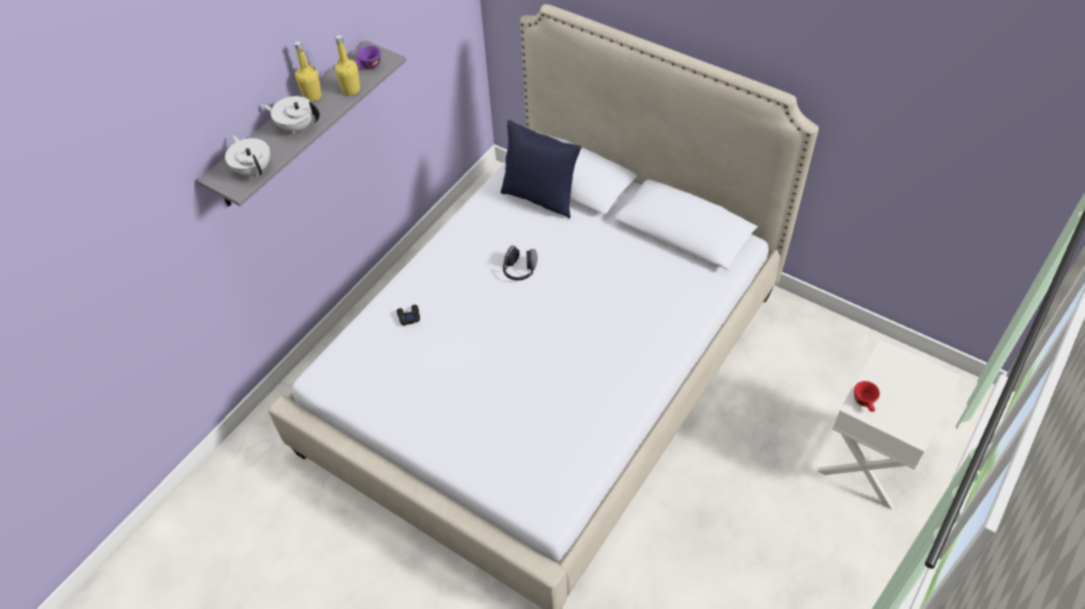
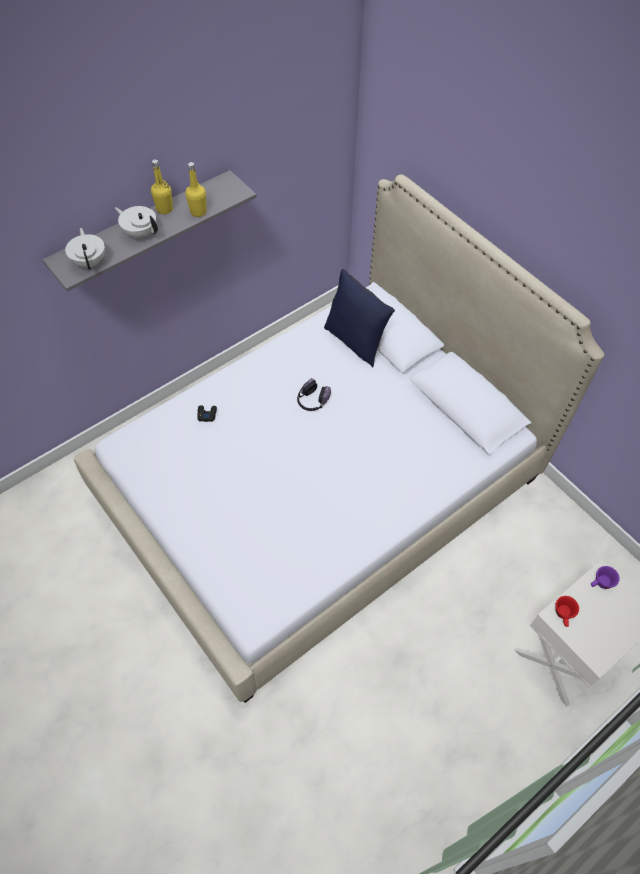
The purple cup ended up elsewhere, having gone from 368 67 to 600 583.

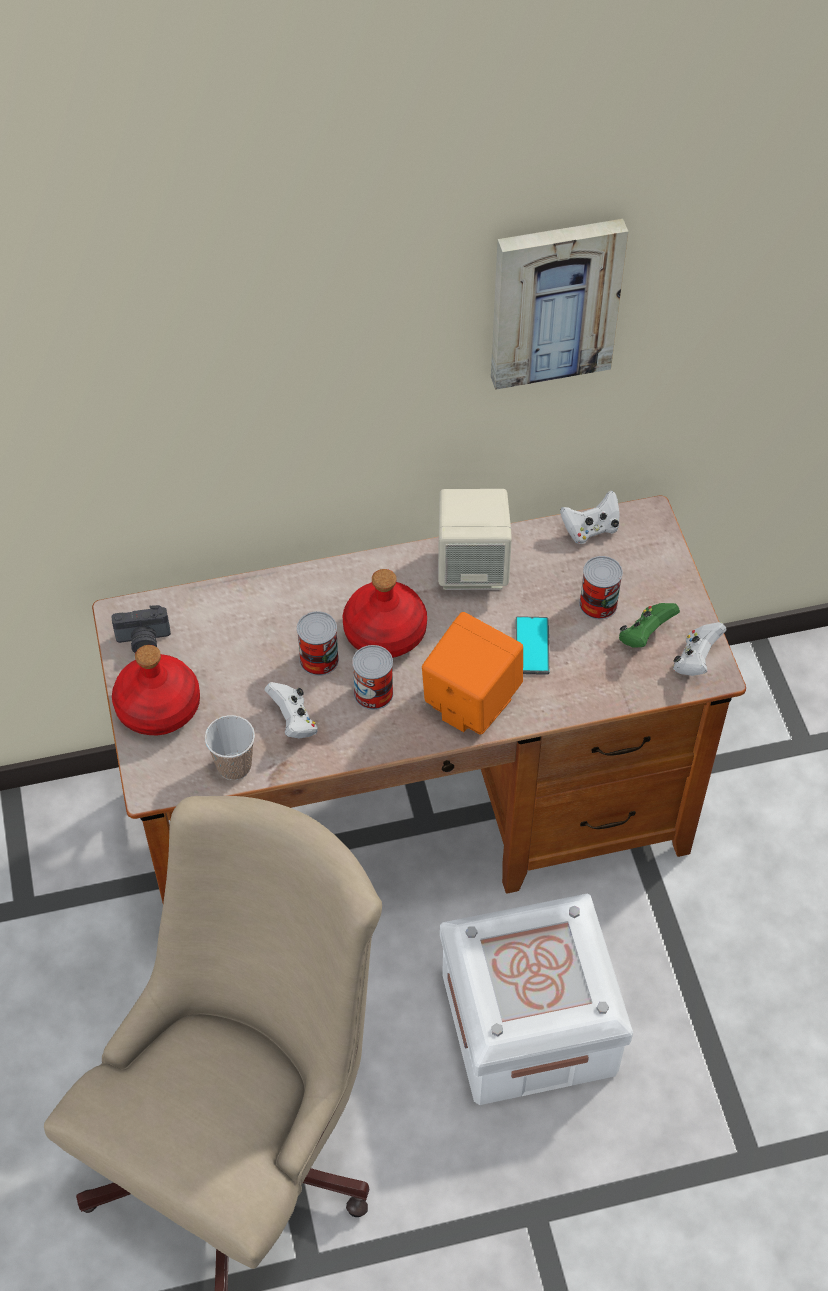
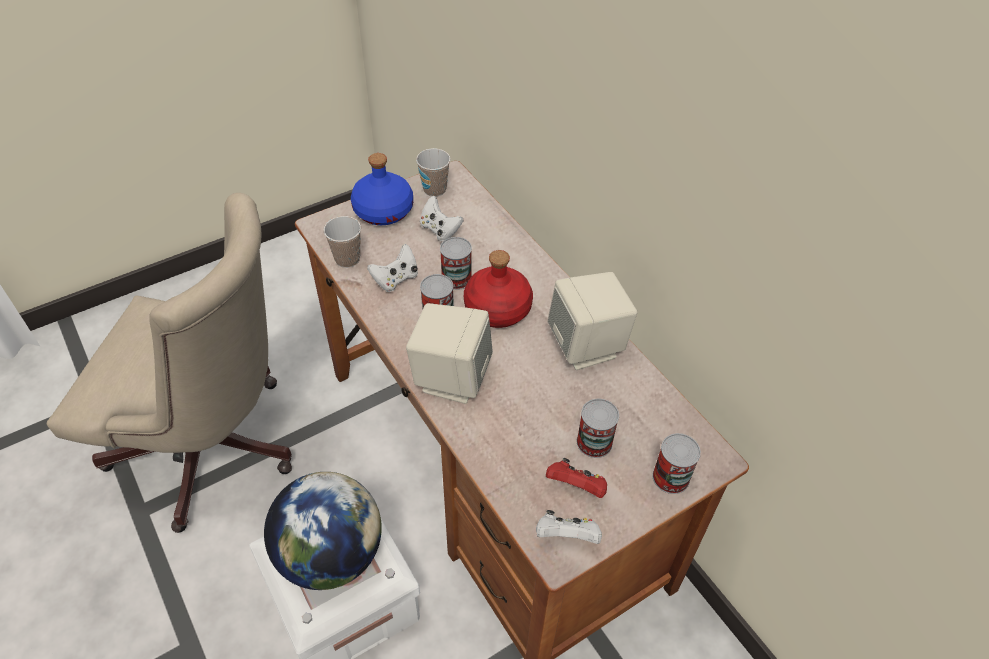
Where the photo camera stood at 143 641, the cup came to stand at 434 189. What was the red bottle at 159 706 turned into the blue bottle at 384 211. What was the orange speaker at 470 703 turned into the beige speaker at 451 377. The second view lost the picture at 554 300. The second view lost the phone at 532 646. The white game controller ended up elsewhere, having gone from 590 529 to 440 230. What was the green game controller at 645 635 turned into the red game controller at 576 487. The second view gained the globe at 331 554. The second view gained the can at 671 477.

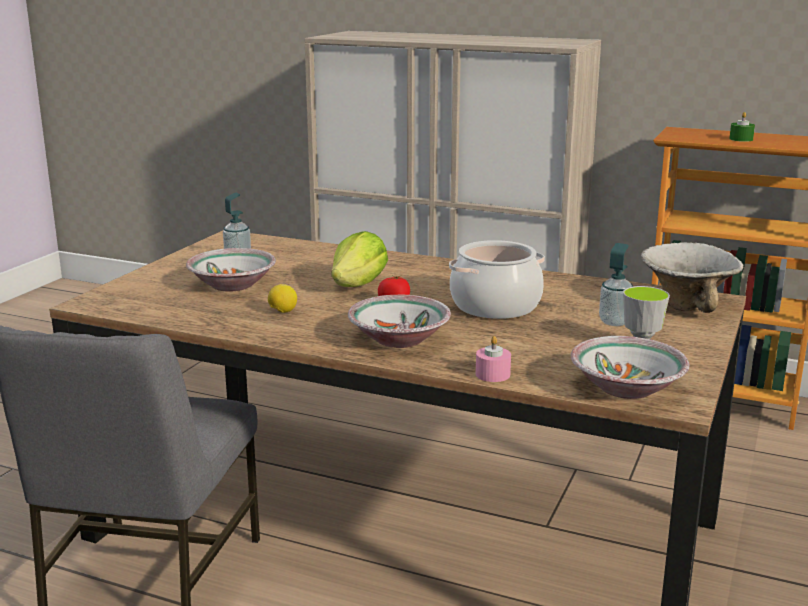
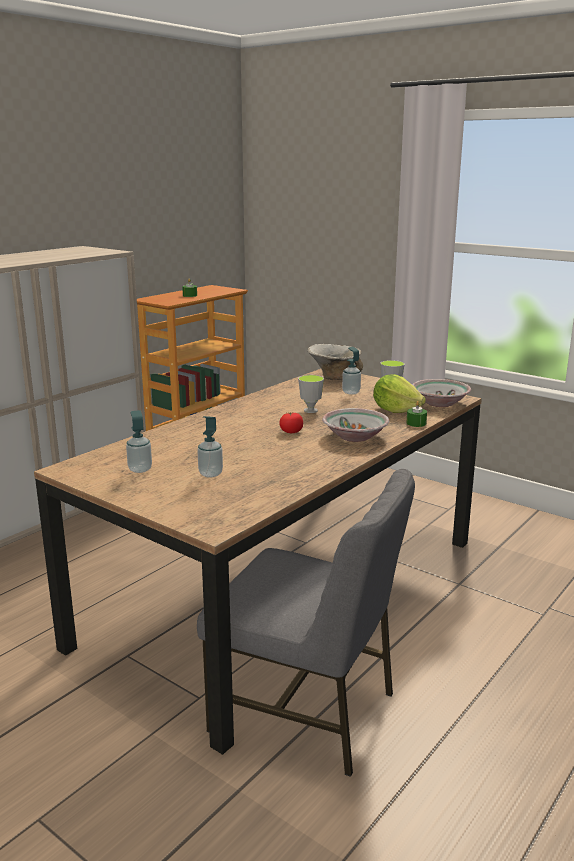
Where the bowl stood at 233 285, the soap dispenser came to stand at 210 474. The second view lost the lemon at 282 312. The lettuce ended up elsewhere, having gone from 359 285 to 396 410. Where the cooking pot stood at 495 306, the cup came to stand at 310 410. What was the pink candle at 492 374 turned into the green candle at 416 423.

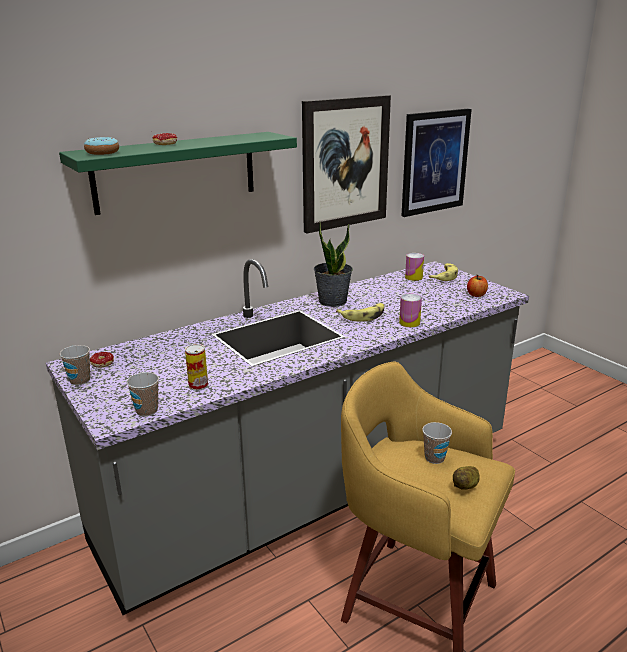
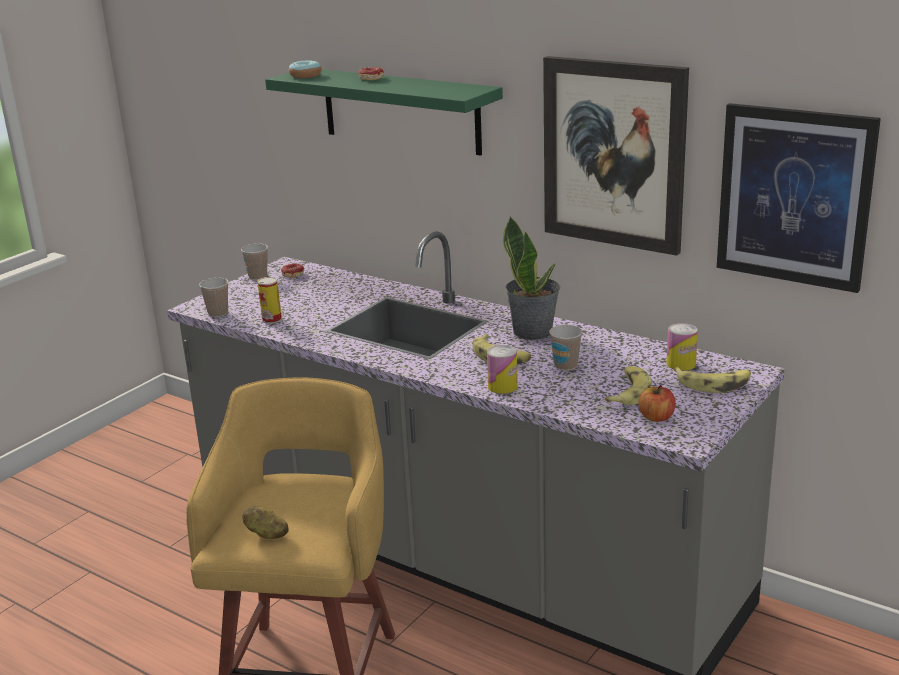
The cup ended up elsewhere, having gone from 434 458 to 565 366. The second view gained the banana at 629 392.

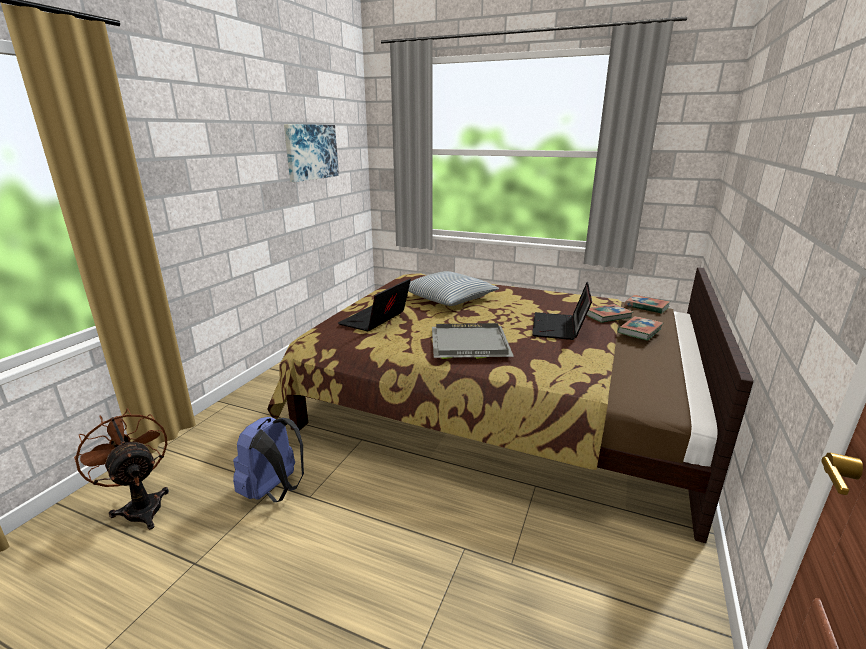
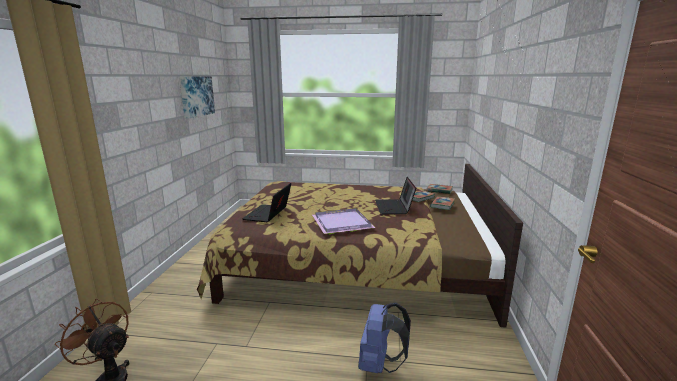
The blue backpack ended up elsewhere, having gone from 274 491 to 380 364. The second view lost the pillow at 448 298. What was the grey tray at 468 344 turned into the purple tray at 341 223.

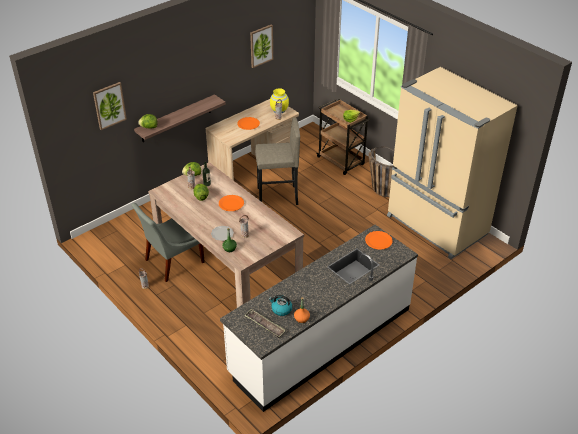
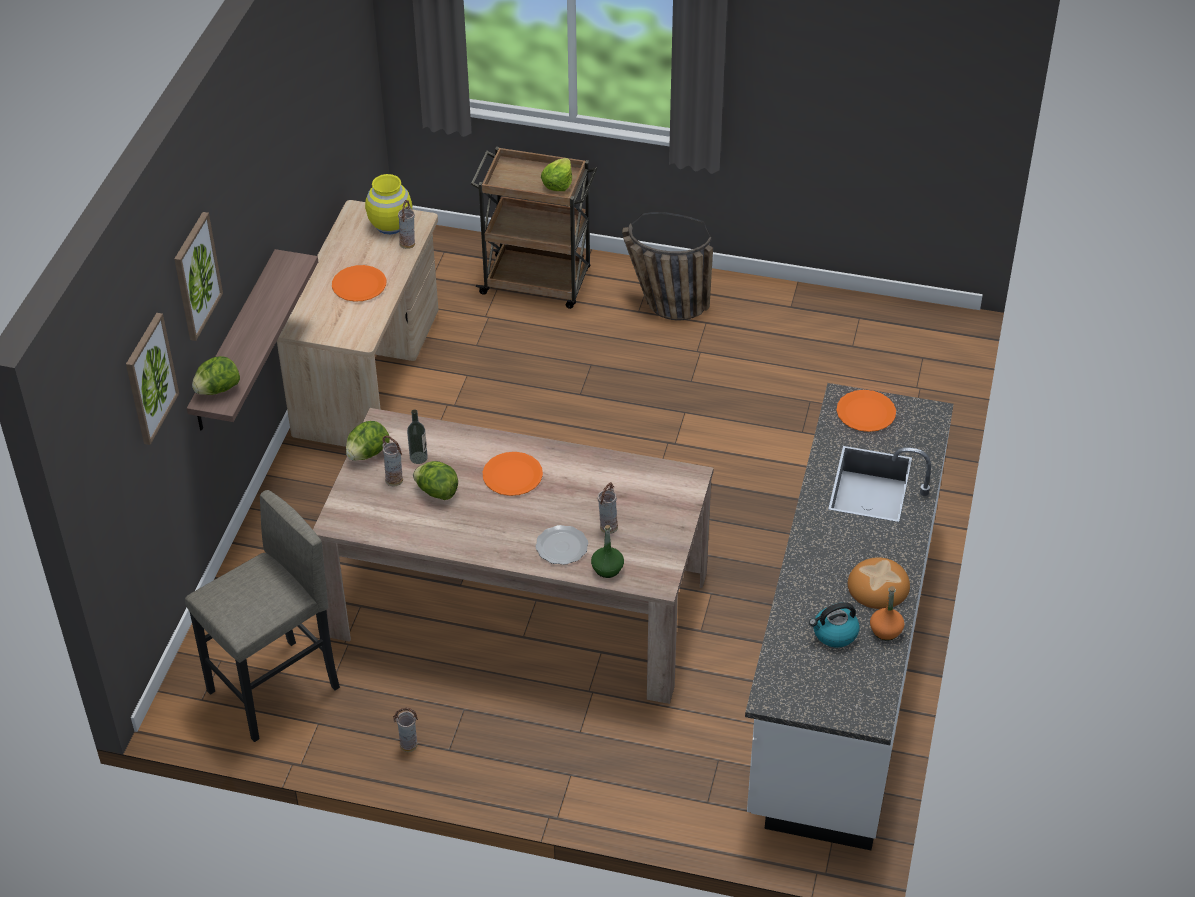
The second view lost the grey chair at 172 262. The second view lost the tray at 265 325. The picture ended up elsewhere, having gone from 261 45 to 196 276. The grey stool ended up elsewhere, having gone from 277 196 to 274 690. The second view lost the beige fridge at 436 226. The second view gained the bread at 878 586.

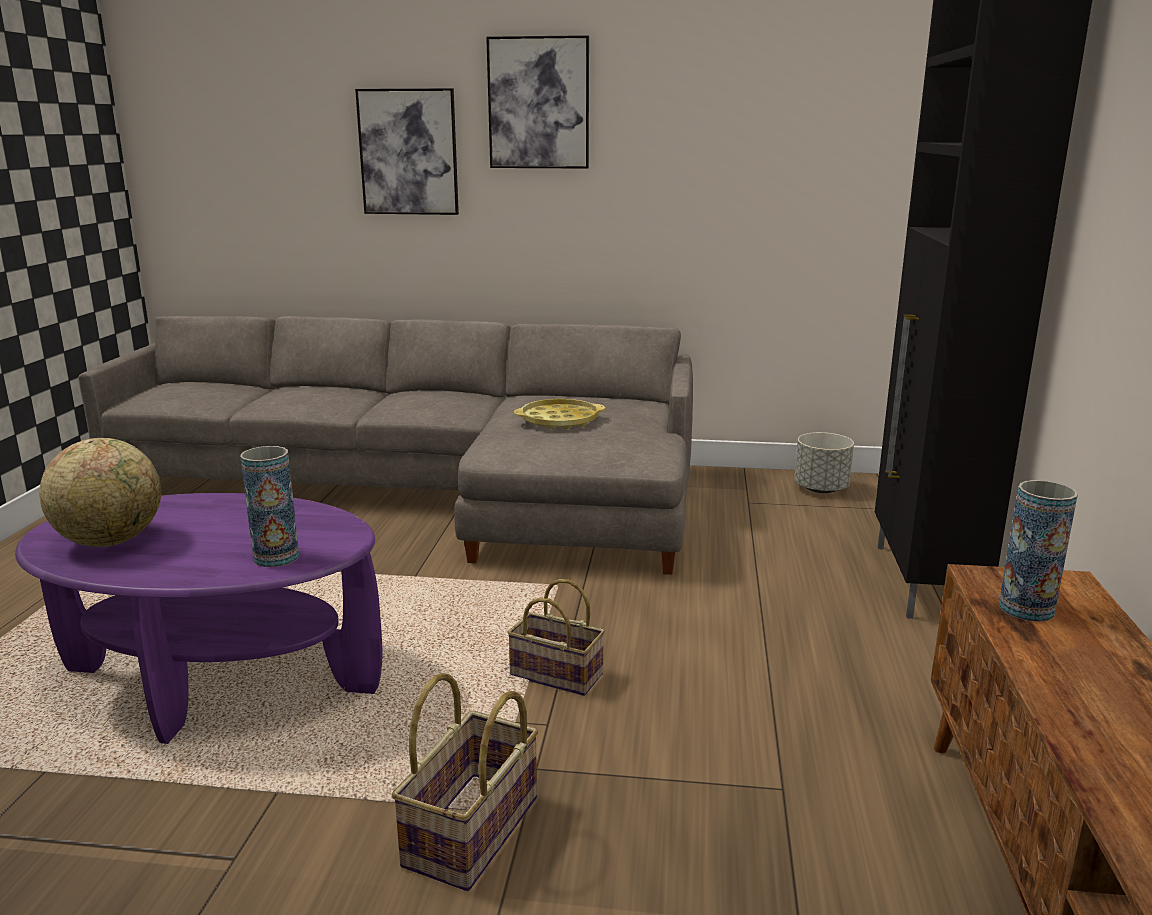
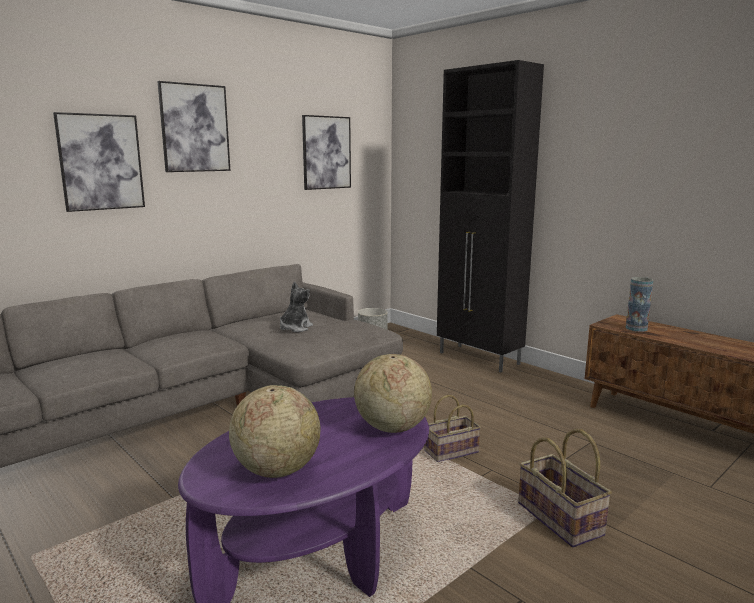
Where the vase stood at 276 557, the globe came to stand at 392 428. Where the yellow tray stood at 559 420, the plush toy came to stand at 295 328. The second view gained the picture at 326 152.

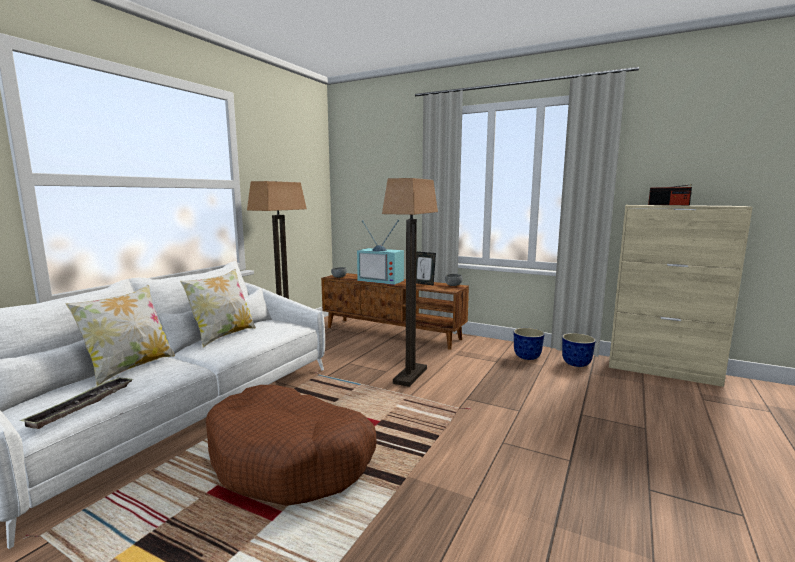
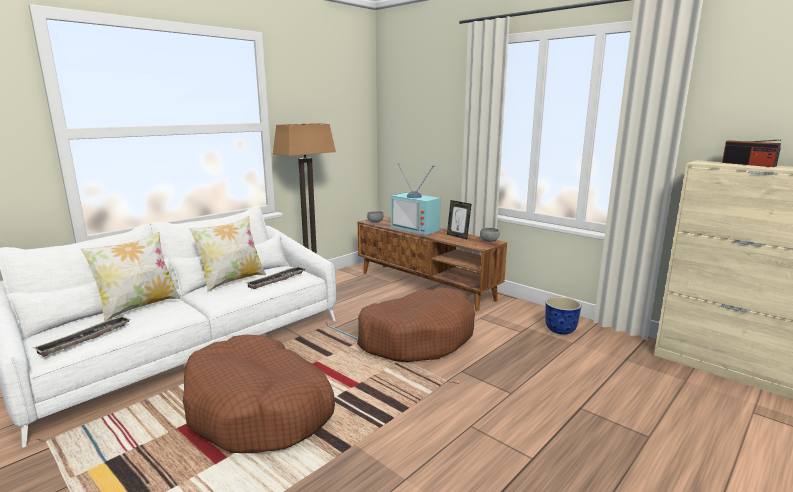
Where the floor lamp stood at 410 376, the brown dog bed came to stand at 417 338. The second view lost the planter at 576 364. The second view gained the tray at 277 280.

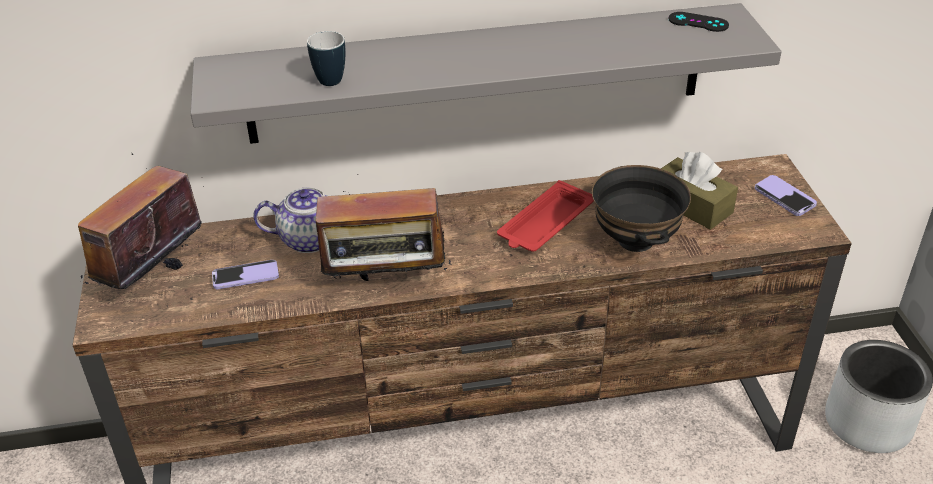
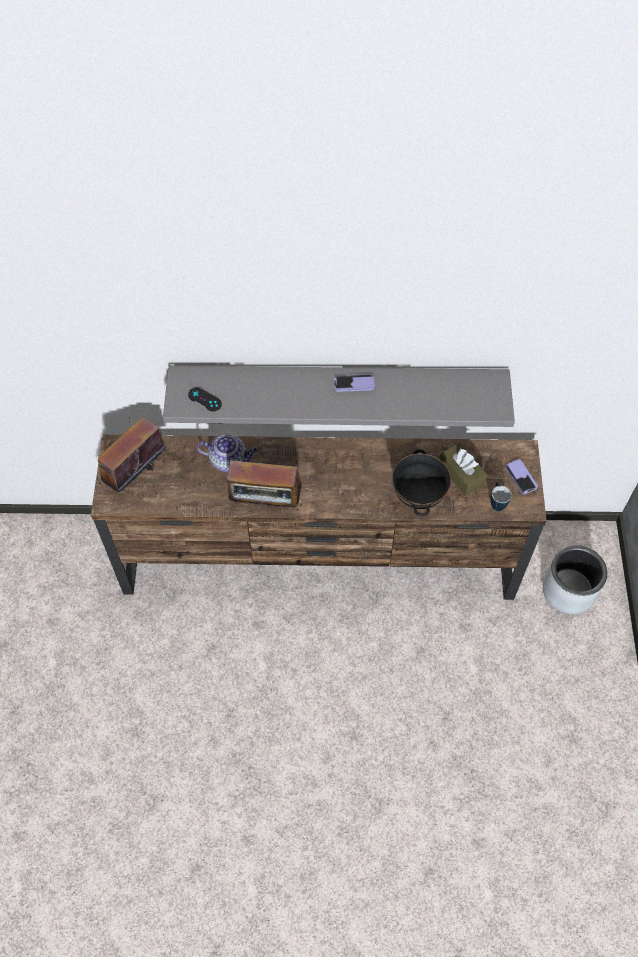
The phone ended up elsewhere, having gone from 245 276 to 354 384. The mug ended up elsewhere, having gone from 328 78 to 496 503. The second view lost the red tray at 545 224. The black game controller ended up elsewhere, having gone from 698 22 to 205 399.

